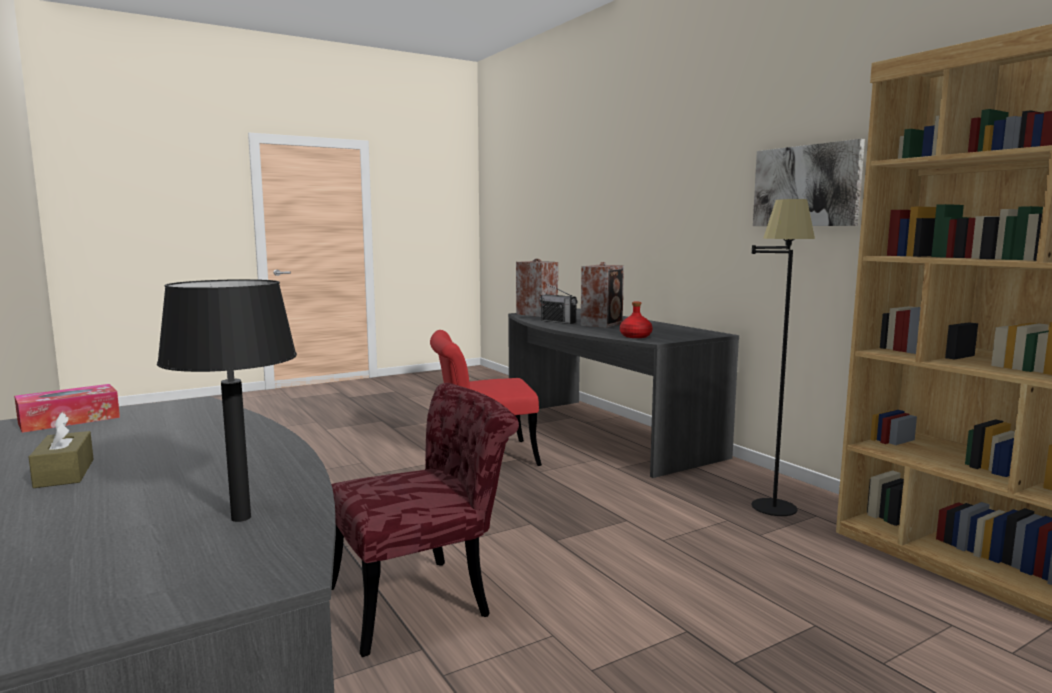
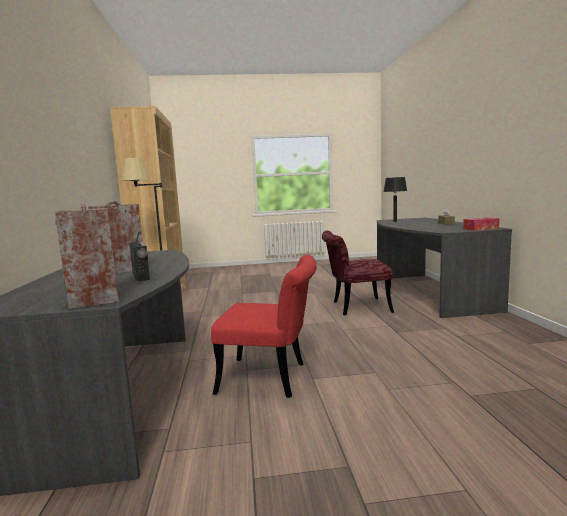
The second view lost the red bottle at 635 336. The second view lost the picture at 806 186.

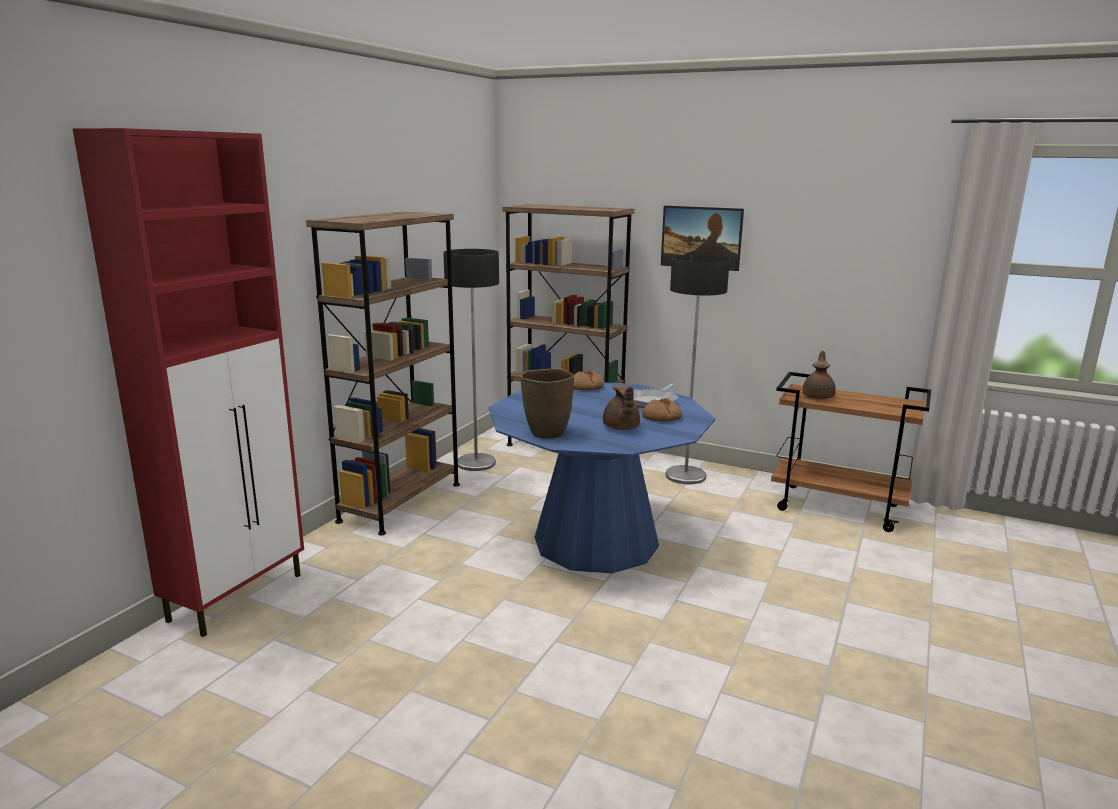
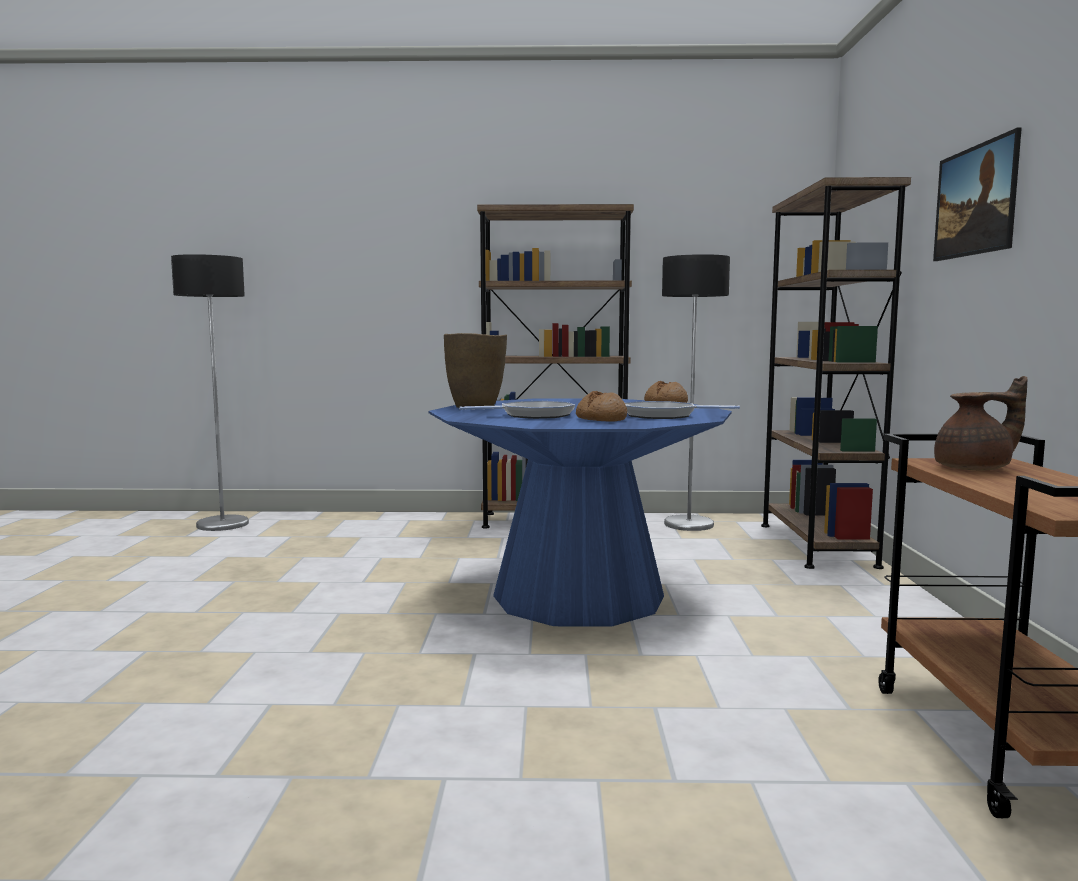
The second view lost the red cabinet at 238 596. Where the brown teapot stood at 621 428, the frying pan came to stand at 532 415. The floor lamp ended up elsewhere, having gone from 685 476 to 223 524.

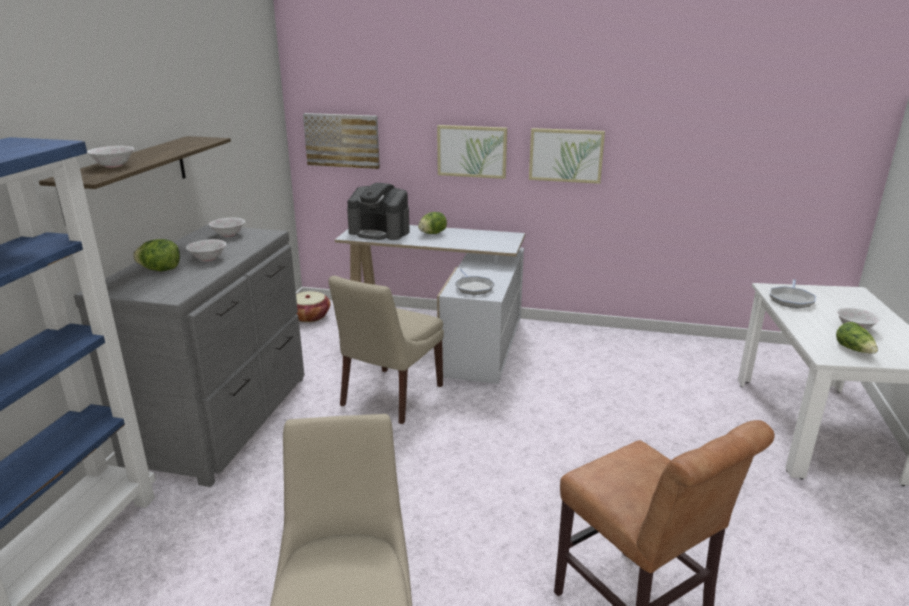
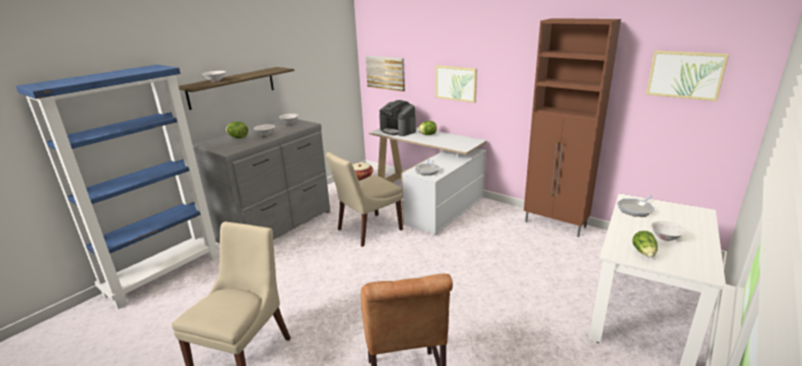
The picture ended up elsewhere, having gone from 566 155 to 685 75. The second view gained the brown cabinet at 555 225.

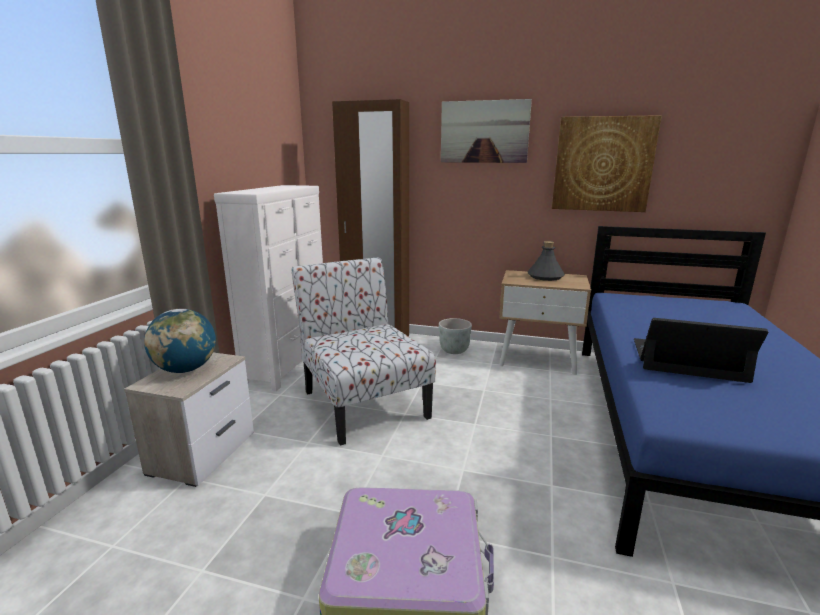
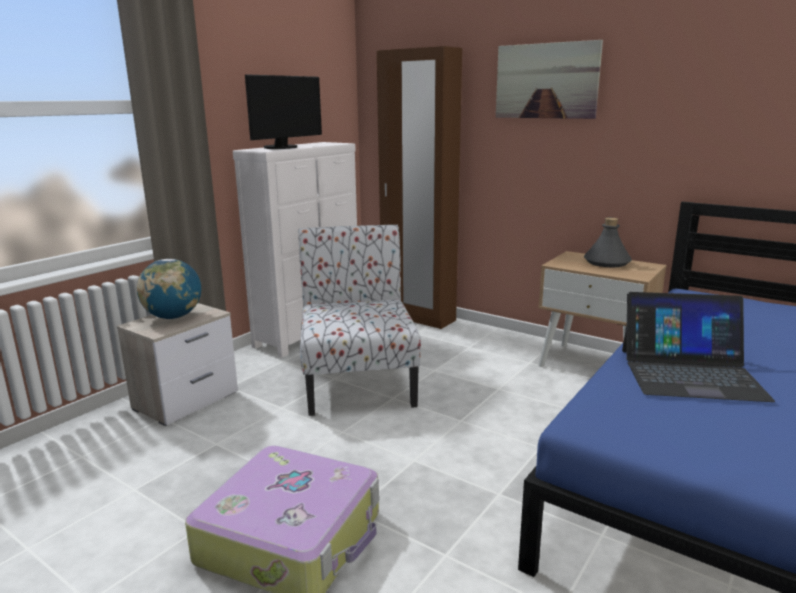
The second view lost the grey planter at 454 351. The second view lost the picture at 603 164. The laptop at 687 360 ended up facing another way, 150 degrees clockwise from before. The second view gained the monitor at 283 147.

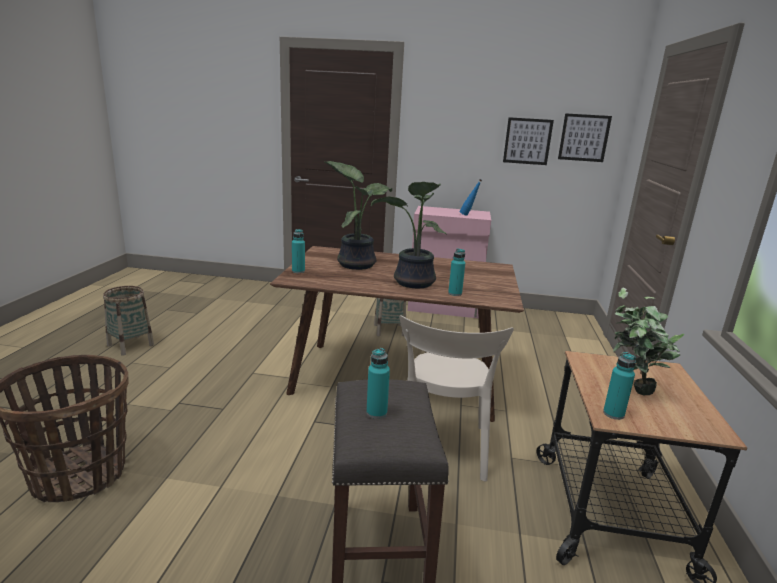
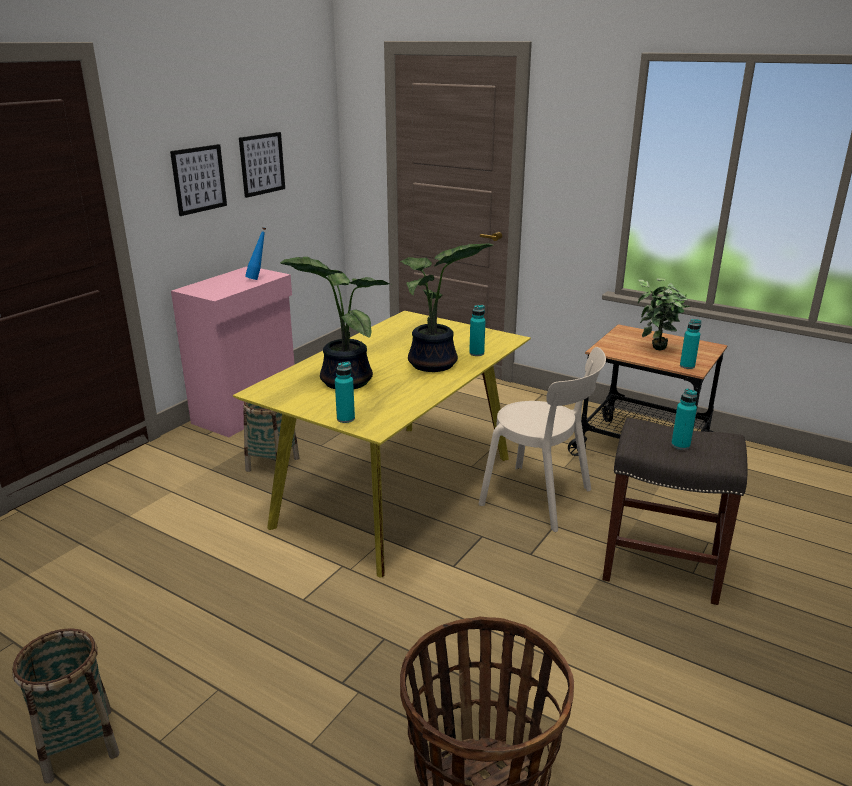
What was the brown dining table at 394 379 turned into the yellow dining table at 398 491. The picture ended up elsewhere, having gone from 584 137 to 199 179.

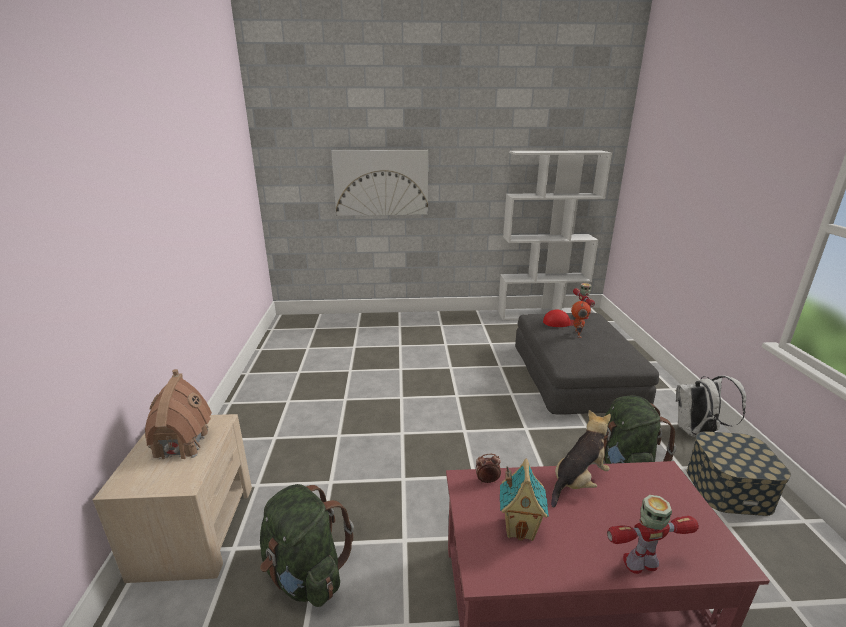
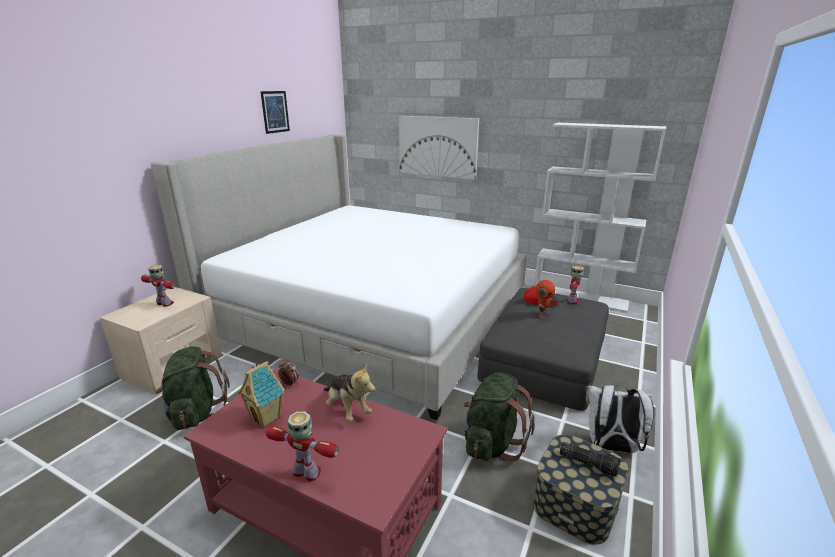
Where the toy house stood at 181 444, the toy robot came to stand at 165 303. The plush toy at 578 481 ended up facing another way, 60 degrees clockwise from before. The second view gained the bed at 373 314. The second view gained the picture at 275 112. The second view gained the flashlight at 588 463.

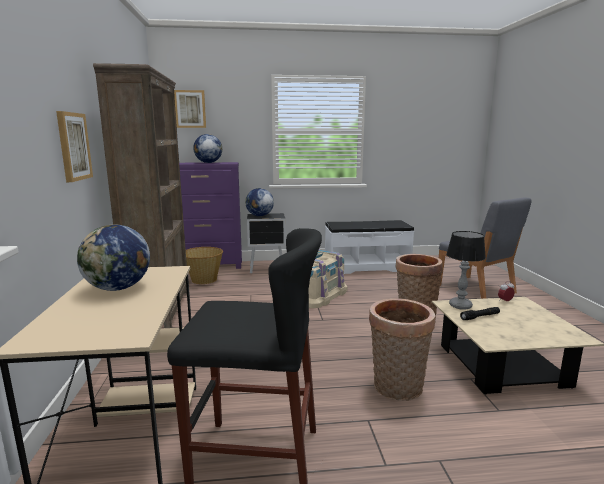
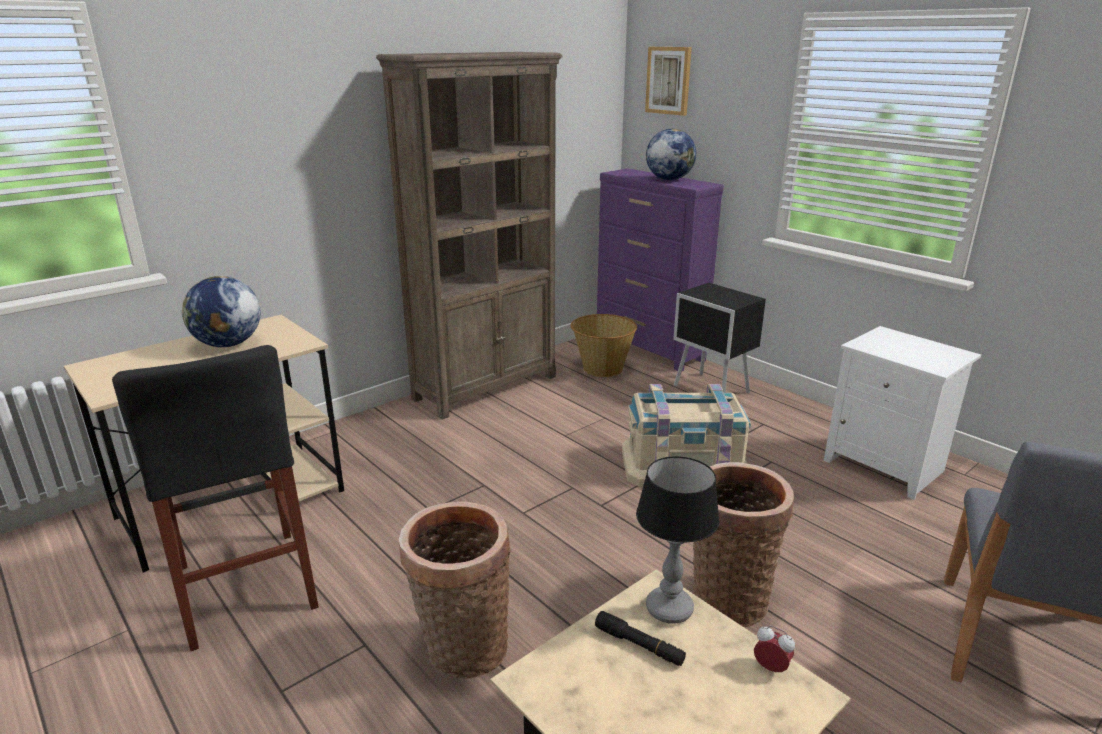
The second view lost the picture at 73 146. The second view lost the globe at 259 216. Where the white bench stood at 366 267, the white nightstand came to stand at 886 466.

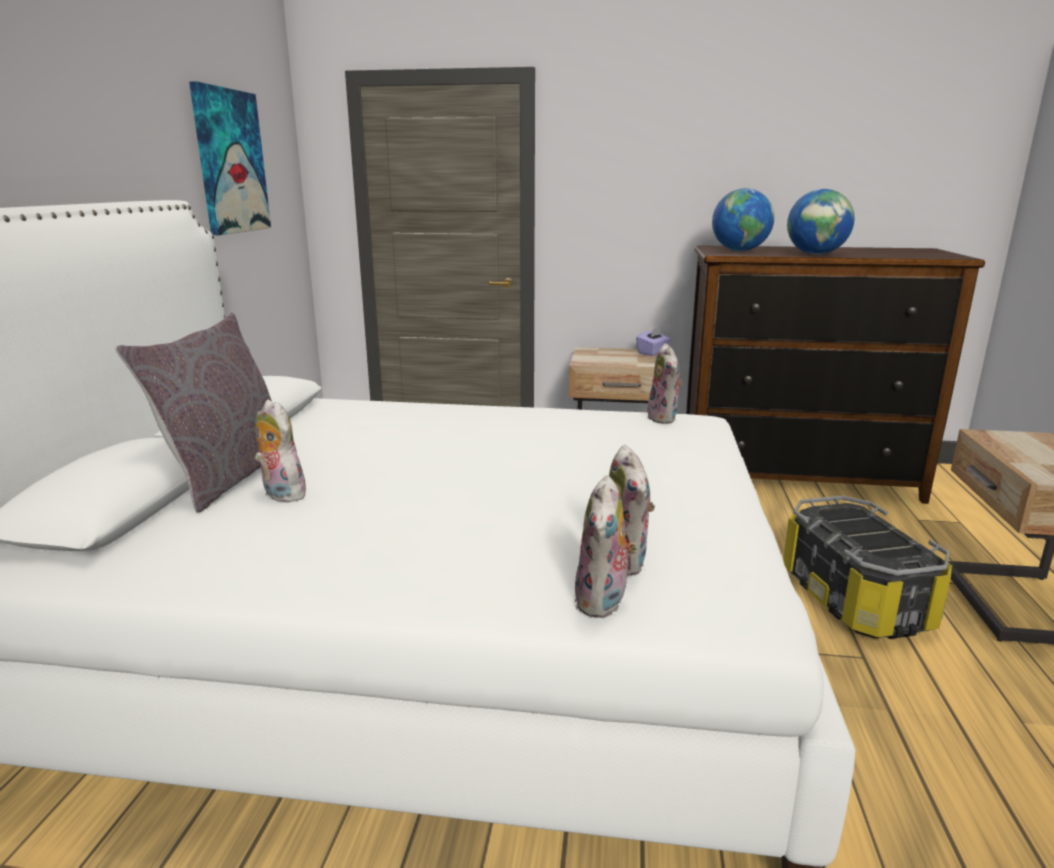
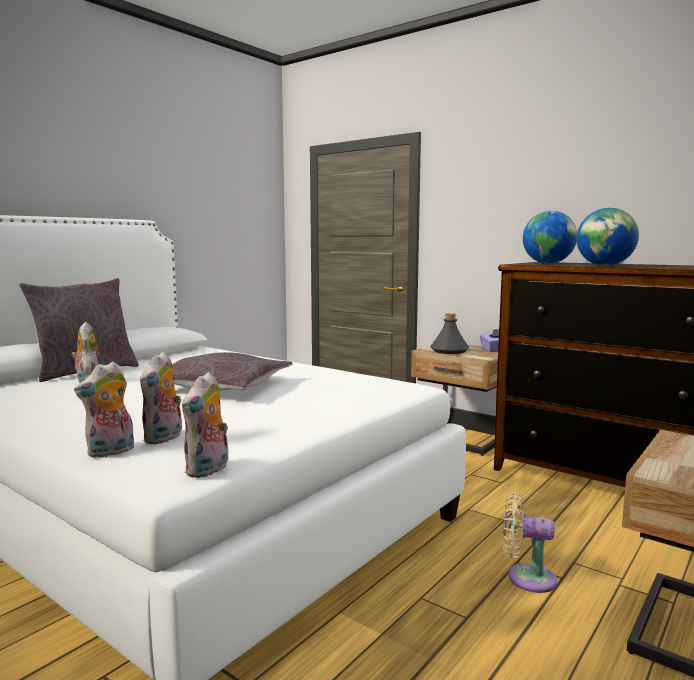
The second view lost the picture at 230 162. The plush toy ended up elsewhere, having gone from 664 418 to 208 470. Where the storage box stood at 855 599, the beige fan came to stand at 526 577. The second view gained the grey pillow at 222 387. The second view gained the grey bottle at 449 351.

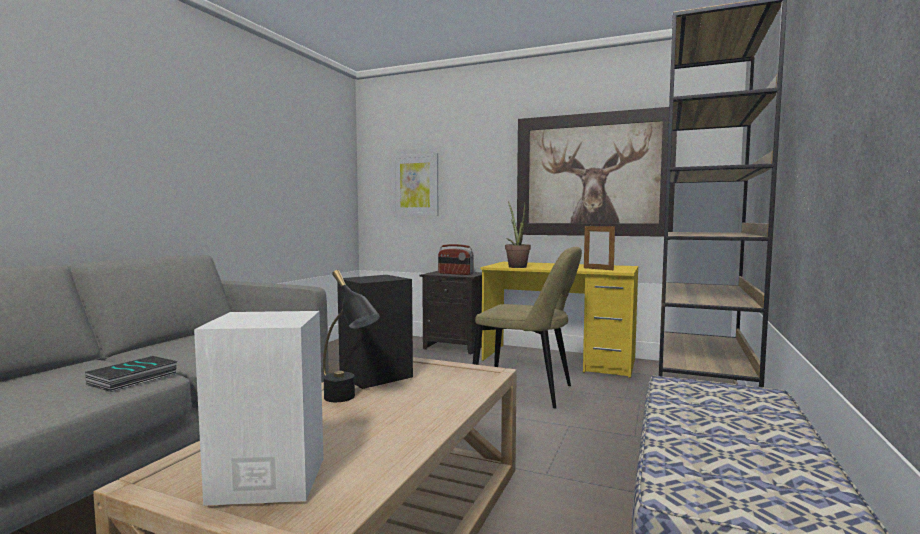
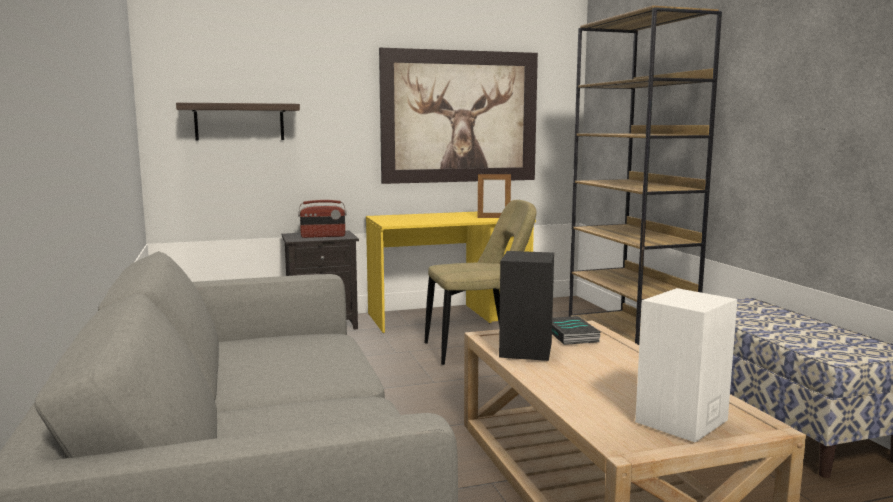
The book ended up elsewhere, having gone from 133 379 to 572 335. The second view lost the black table lamp at 347 401. Where the picture hung at 415 185, the shelf came to hang at 239 122. The second view lost the potted plant at 516 266.

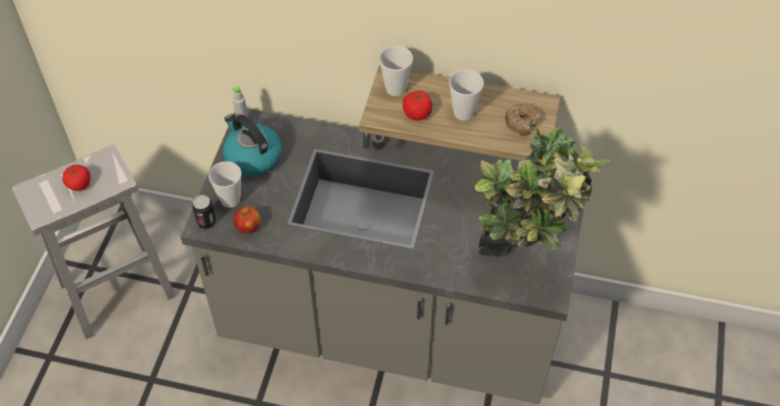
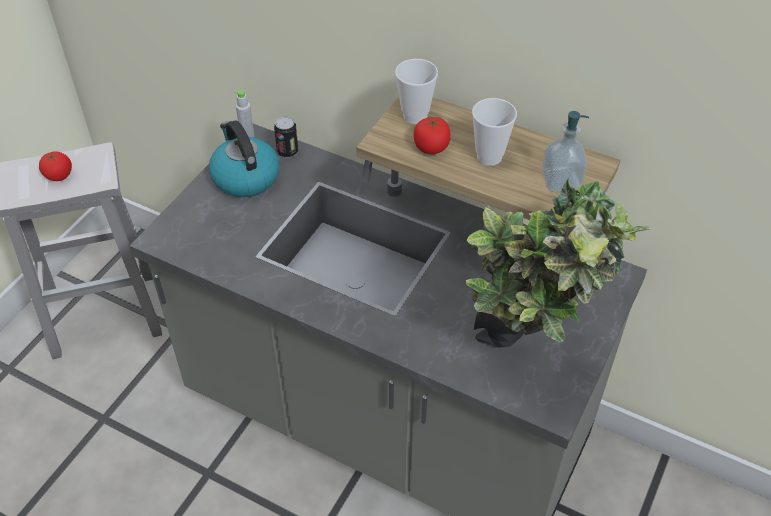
The can ended up elsewhere, having gone from 206 222 to 287 152. The second view lost the cup at 230 200. The second view lost the apple at 248 227. Where the donut stood at 522 123, the soap dispenser came to stand at 561 181.

